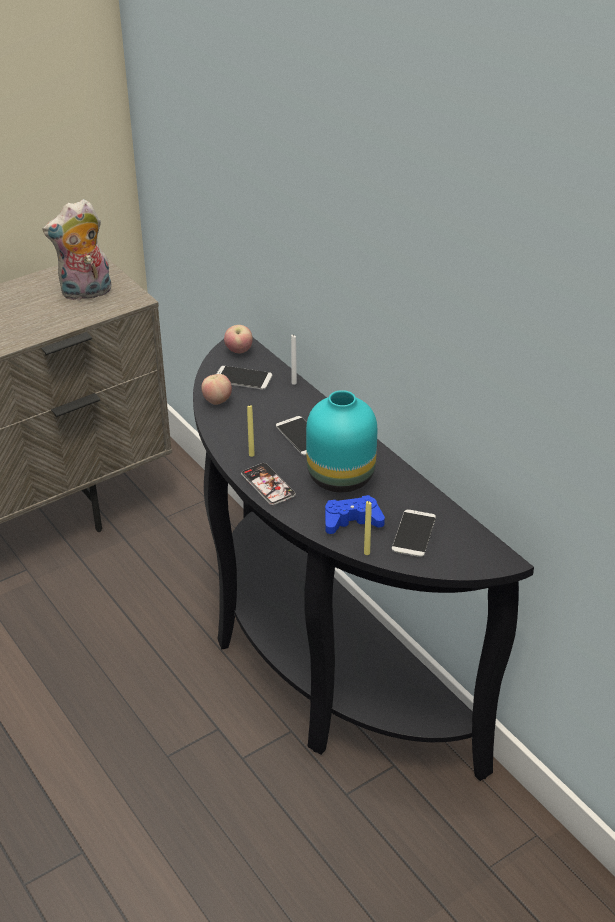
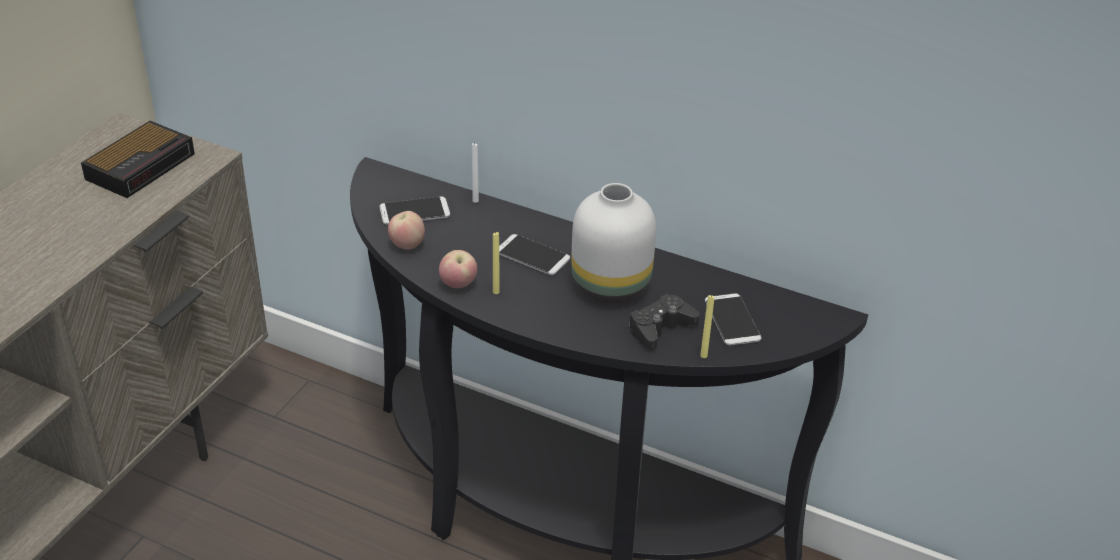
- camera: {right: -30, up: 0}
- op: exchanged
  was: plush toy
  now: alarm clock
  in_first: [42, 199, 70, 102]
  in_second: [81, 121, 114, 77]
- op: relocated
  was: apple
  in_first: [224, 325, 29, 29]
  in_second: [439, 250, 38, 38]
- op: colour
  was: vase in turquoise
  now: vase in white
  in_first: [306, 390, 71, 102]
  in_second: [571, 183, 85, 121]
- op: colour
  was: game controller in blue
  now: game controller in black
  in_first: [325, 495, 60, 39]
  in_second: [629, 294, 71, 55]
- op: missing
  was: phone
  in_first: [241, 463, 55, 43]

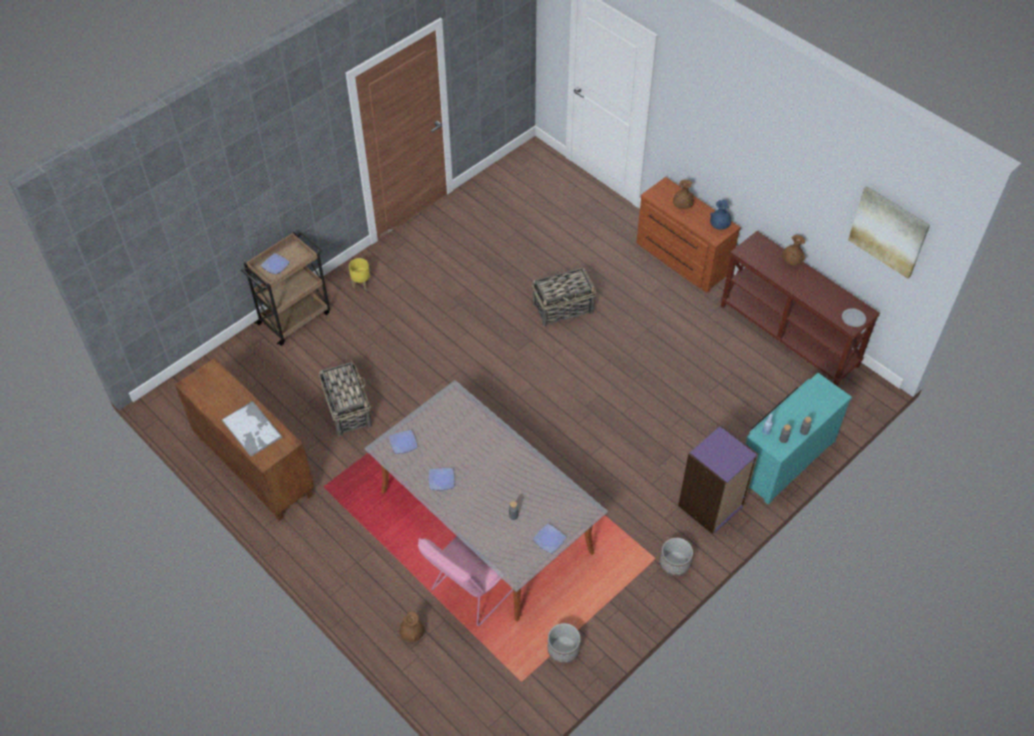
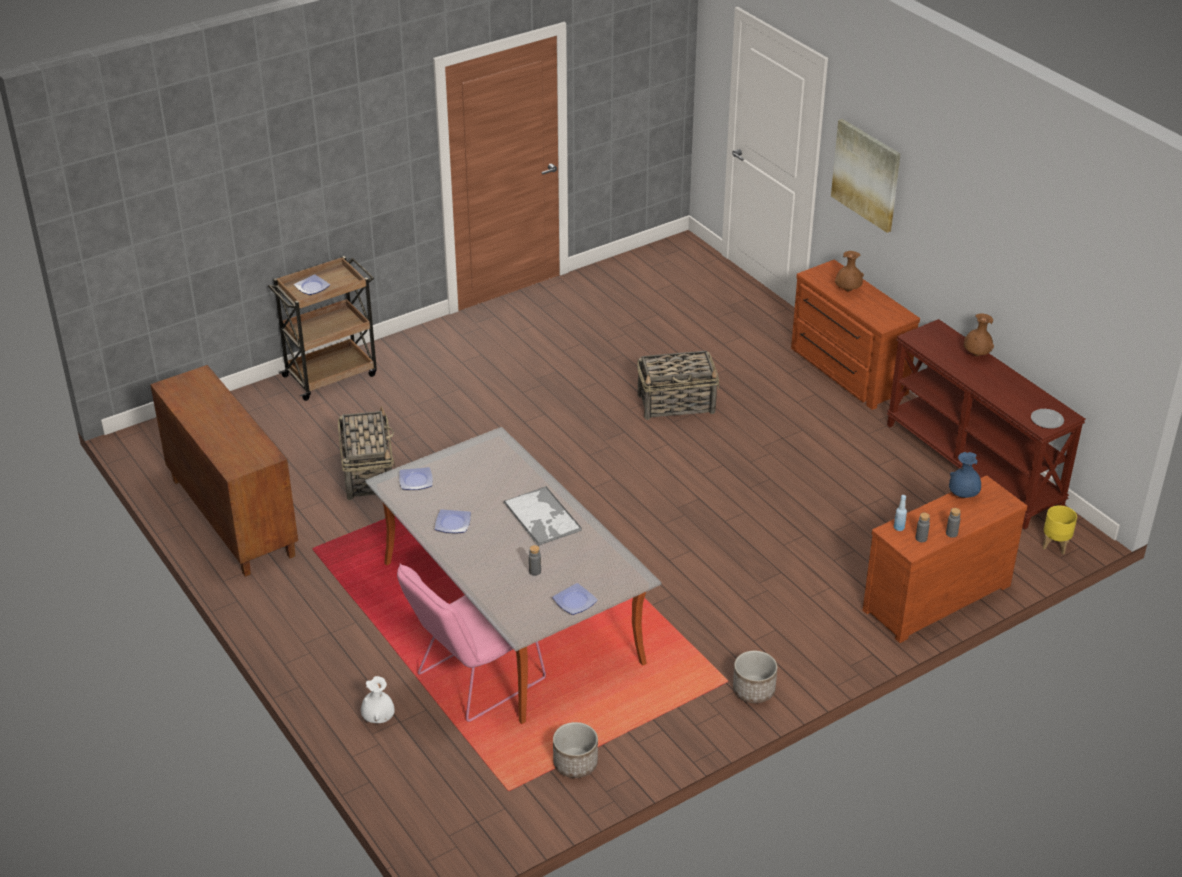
- camera: {right: 10, up: -15}
- op: colour
  was: vase in brown
  now: vase in white
  in_first: [399, 611, 25, 31]
  in_second: [361, 676, 34, 47]
- op: relocated
  was: tray
  in_first: [221, 401, 61, 55]
  in_second: [504, 486, 78, 60]
- op: relocated
  was: picture
  in_first: [848, 186, 82, 93]
  in_second: [831, 119, 70, 114]
- op: colour
  was: dresser in turquoise
  now: dresser in brown
  in_first: [746, 373, 106, 131]
  in_second: [863, 475, 164, 168]
- op: relocated
  was: vase in blue
  in_first: [710, 200, 21, 30]
  in_second: [949, 452, 32, 46]
- op: relocated
  was: planter in yellow
  in_first: [349, 258, 21, 32]
  in_second: [1042, 505, 35, 50]
- op: missing
  was: bookcase in purple
  in_first: [678, 425, 80, 109]

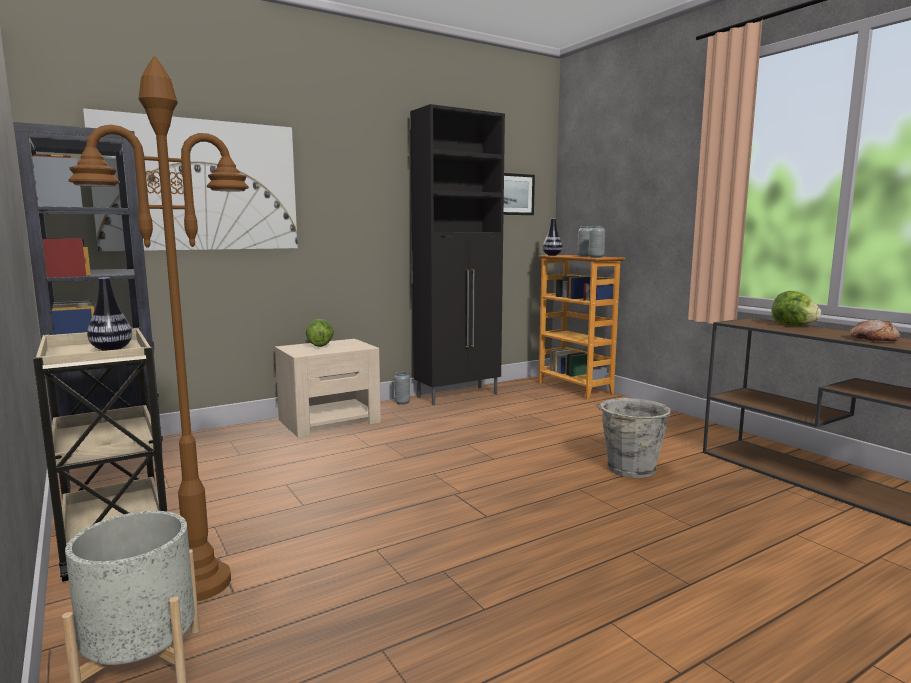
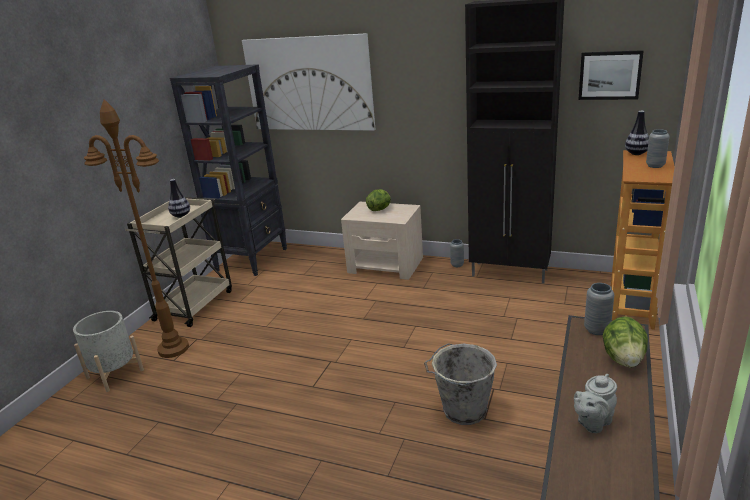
- camera: {right: 55, up: 15}
- op: exchanged
  was: bread
  now: teapot in grey
  in_first: [849, 319, 51, 22]
  in_second: [574, 374, 43, 59]
- op: relocated
  was: vase in grey
  in_first: [588, 226, 17, 32]
  in_second: [584, 283, 30, 52]

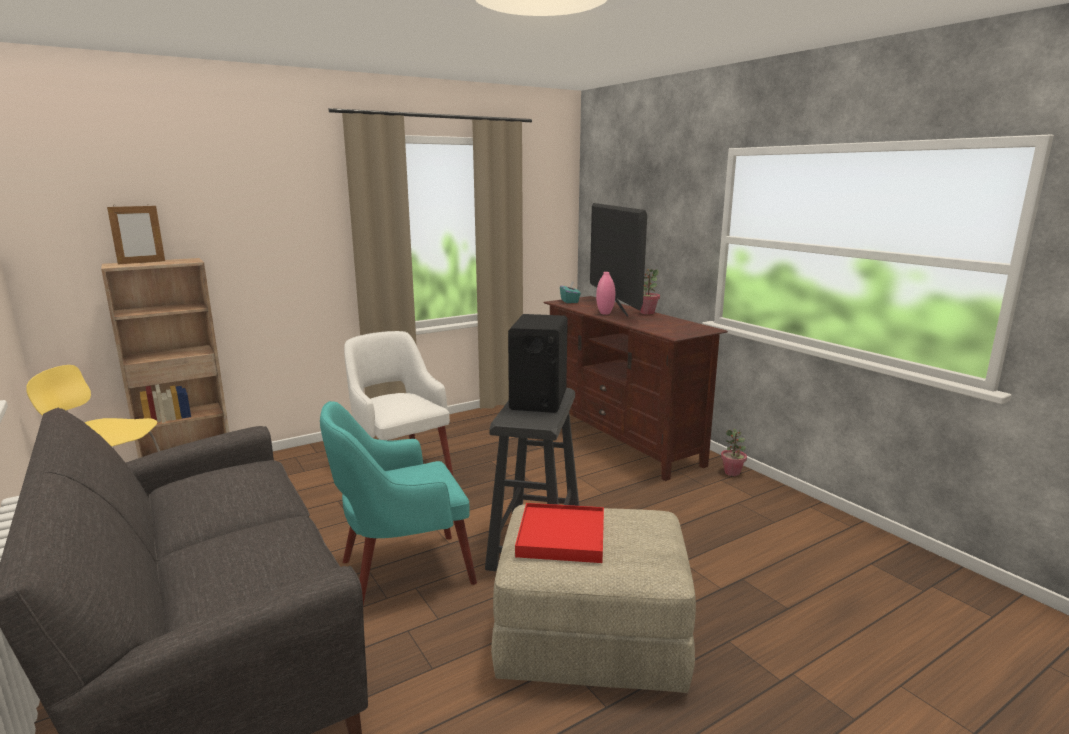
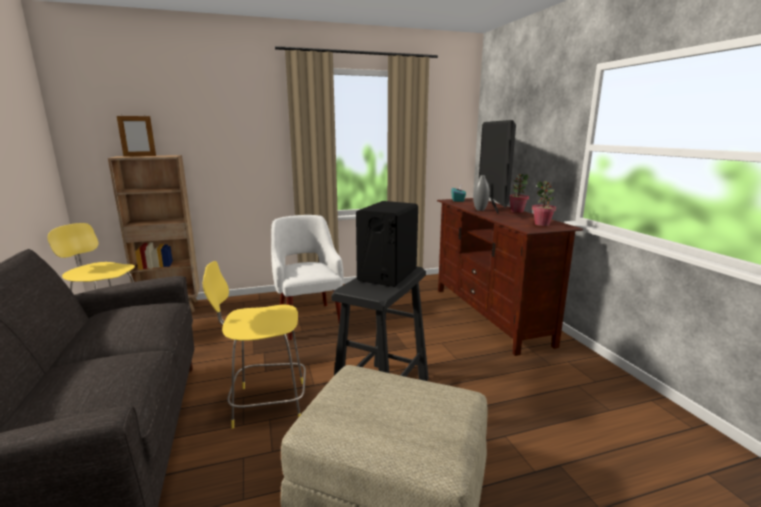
- camera: {right: 15, up: 0}
- op: exchanged
  was: armchair in turquoise
  now: stool in yellow
  in_first: [320, 401, 157, 204]
  in_second: [203, 261, 103, 168]
- op: colour
  was: vase in pink
  now: vase in grey
  in_first: [596, 272, 19, 43]
  in_second: [473, 175, 17, 36]
- op: relocated
  was: potted plant
  in_first: [721, 429, 26, 47]
  in_second: [532, 181, 24, 45]
- op: missing
  was: tray in red
  in_first: [515, 503, 89, 60]

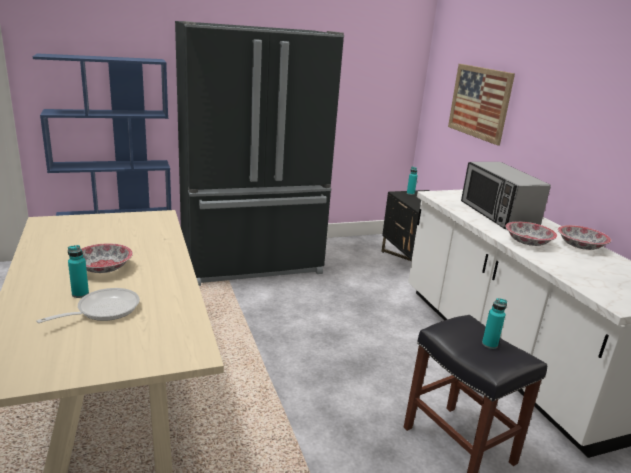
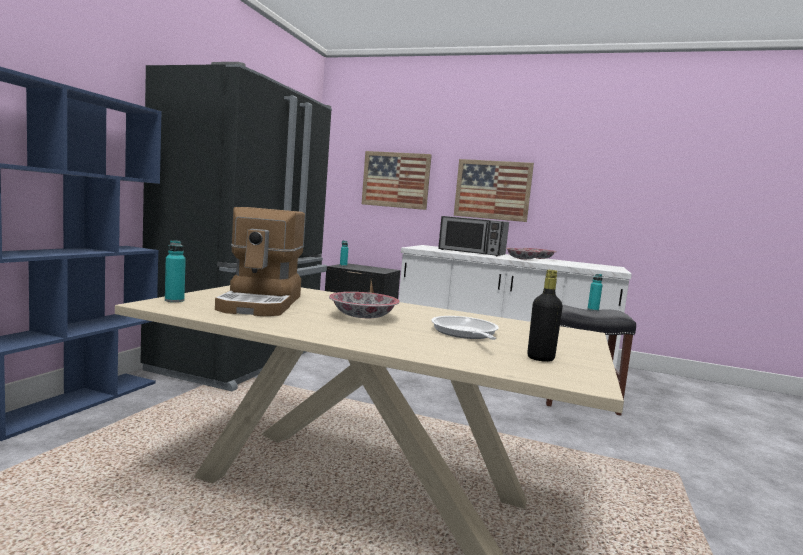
- camera: {right: -50, up: -15}
- op: relocated
  was: bottle in turquoise
  in_first: [68, 245, 21, 53]
  in_second: [165, 240, 21, 62]
- op: appeared
  now: coffee machine
  in_second: [215, 207, 90, 109]
- op: appeared
  now: picture
  in_second: [454, 159, 80, 63]
- op: appeared
  now: bottle in black
  in_second: [527, 270, 36, 92]

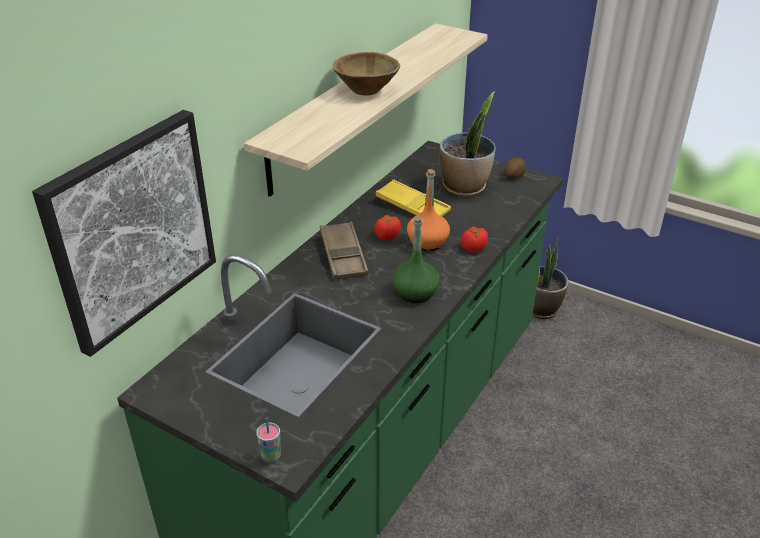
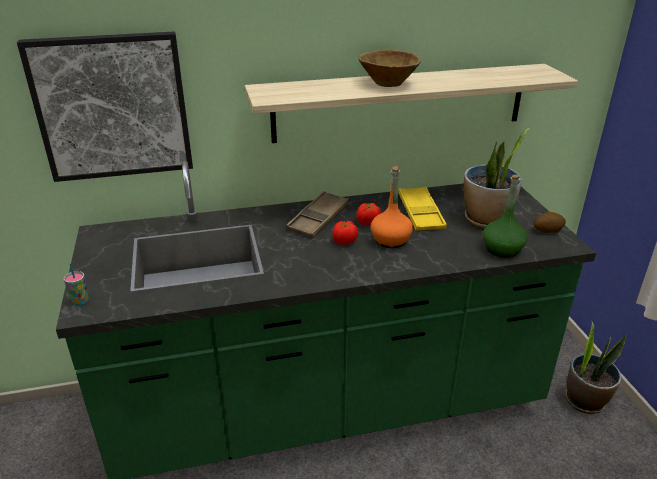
- camera: {right: 45, up: -5}
- op: relocated
  was: tomato
  in_first: [461, 226, 27, 27]
  in_second: [332, 221, 26, 24]
- op: relocated
  was: bottle in green
  in_first: [393, 216, 47, 87]
  in_second: [483, 174, 44, 84]

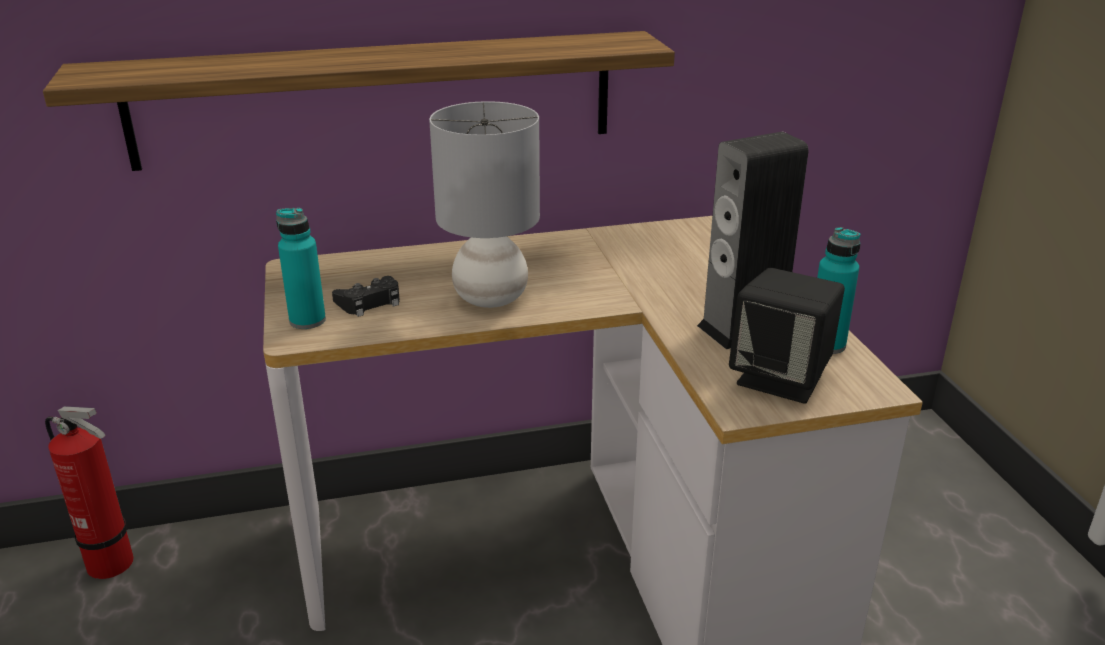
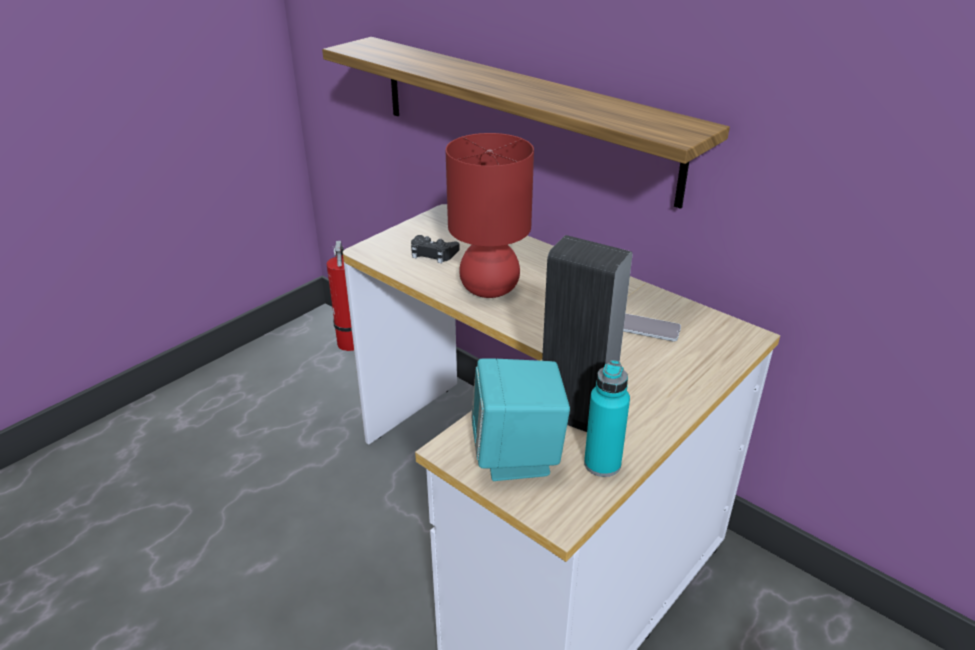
- camera: {right: 55, up: 5}
- op: colour
  was: table lamp in grey
  now: table lamp in red
  in_first: [429, 101, 111, 207]
  in_second: [445, 133, 89, 165]
- op: colour
  was: speaker in black
  now: speaker in turquoise
  in_first: [729, 268, 116, 136]
  in_second: [471, 359, 99, 122]
- op: appeared
  now: phone
  in_second: [623, 314, 58, 27]
- op: missing
  was: bottle in turquoise
  in_first: [276, 208, 50, 121]

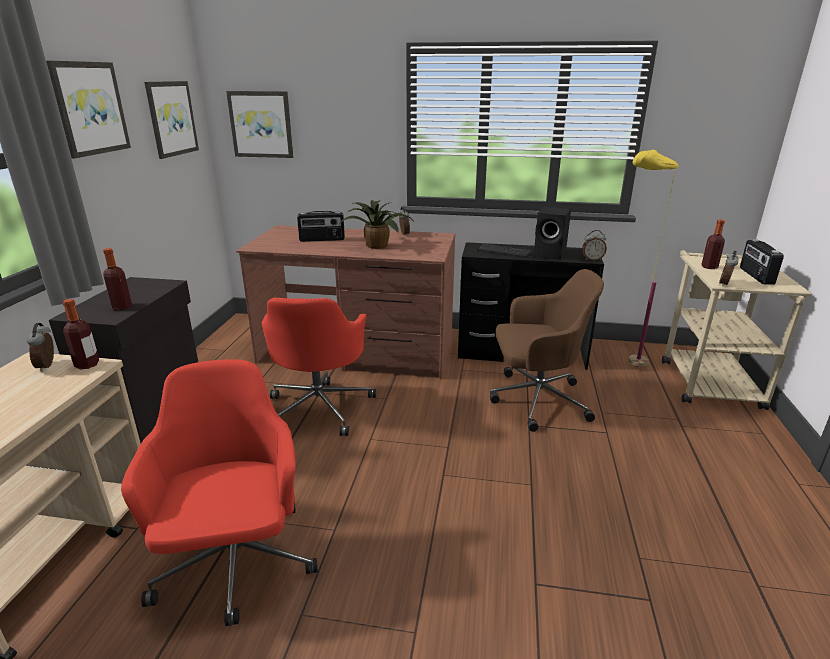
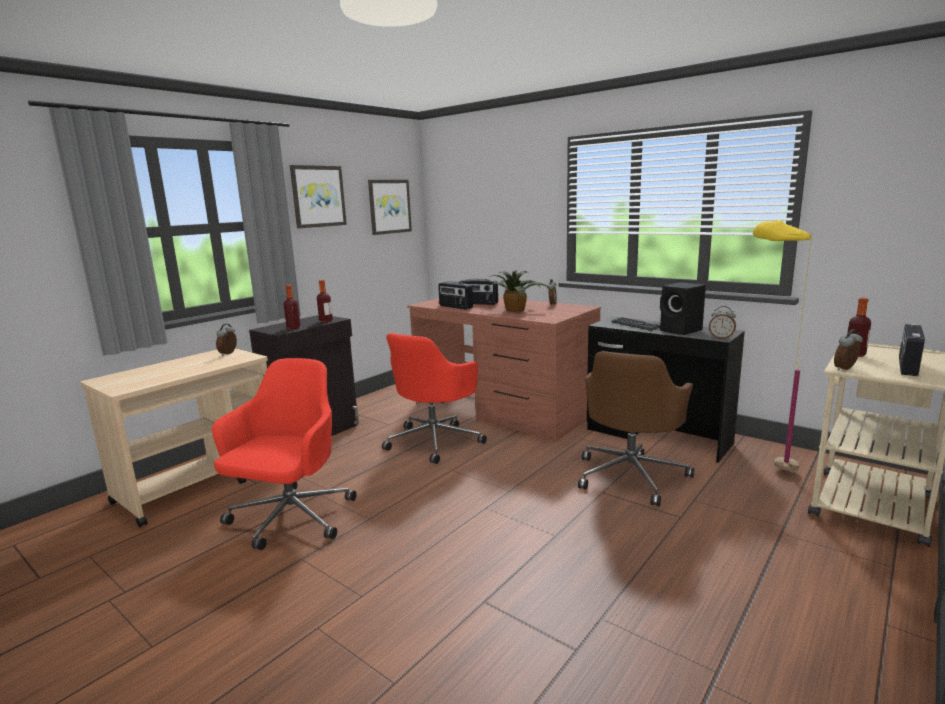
- camera: {right: 30, up: -10}
- op: relocated
  was: bottle
  in_first: [63, 299, 36, 70]
  in_second: [317, 280, 16, 42]
- op: appeared
  now: radio
  in_second: [438, 281, 35, 29]
- op: spun
  was: office chair in brown
  in_first: [490, 269, 114, 163]
  in_second: [578, 351, 116, 155]
  clockwise: 90
- op: missing
  was: picture
  in_first: [226, 91, 68, 67]

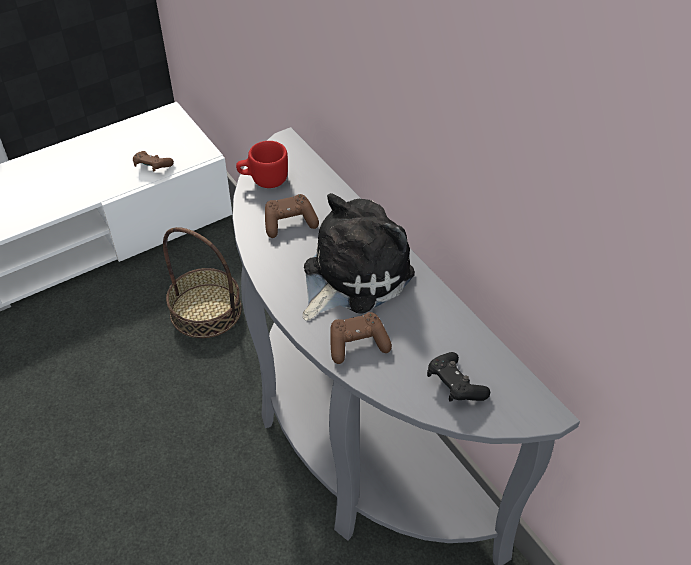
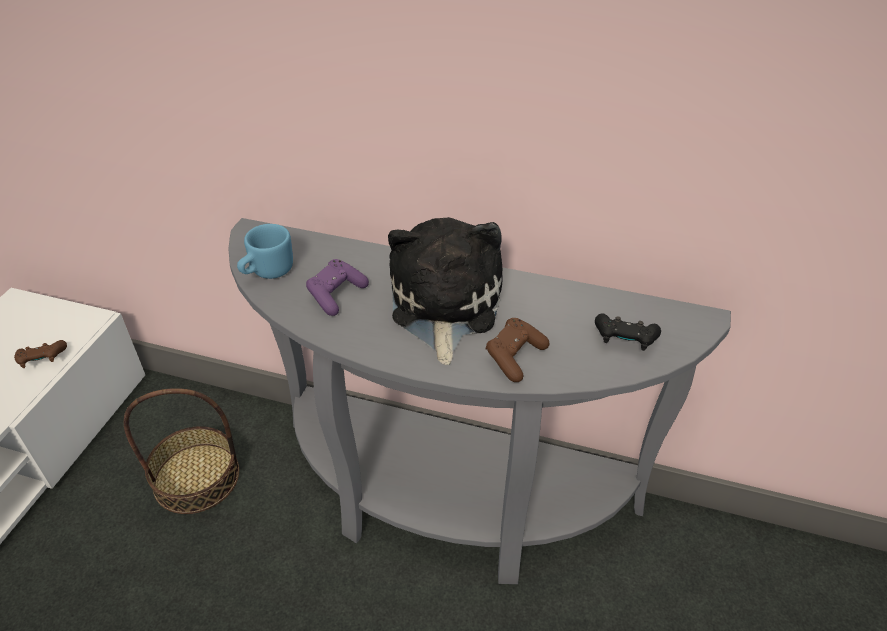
- camera: {right: -40, up: -5}
- op: colour
  was: mug in red
  now: mug in blue
  in_first: [236, 141, 52, 47]
  in_second: [237, 224, 56, 55]
- op: colour
  was: game controller in brown
  now: game controller in purple
  in_first: [265, 194, 54, 44]
  in_second: [306, 259, 63, 57]

